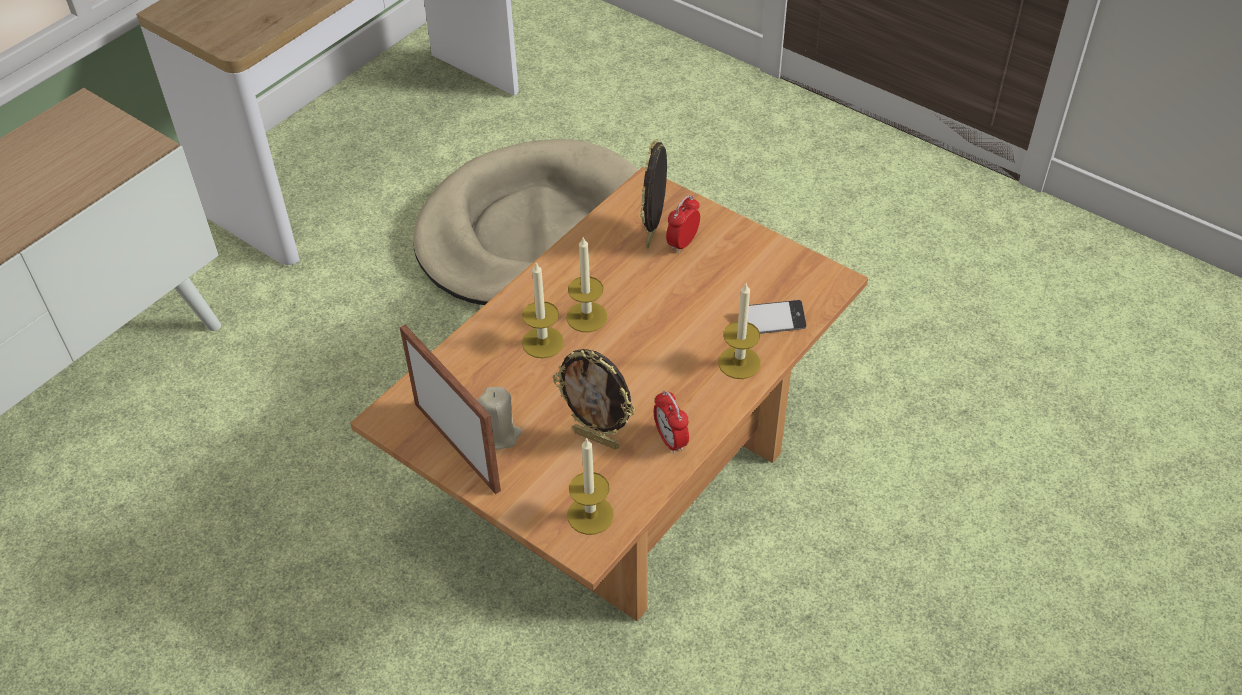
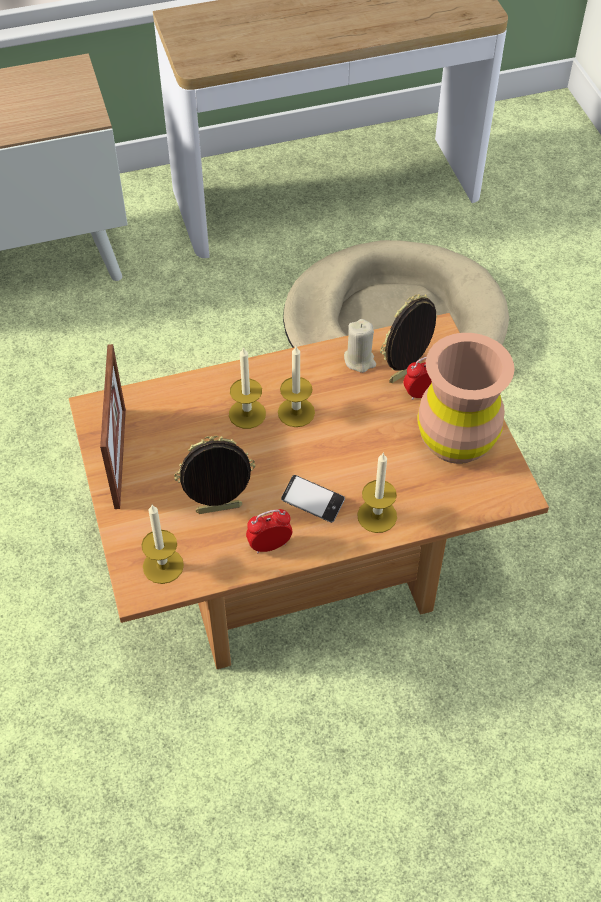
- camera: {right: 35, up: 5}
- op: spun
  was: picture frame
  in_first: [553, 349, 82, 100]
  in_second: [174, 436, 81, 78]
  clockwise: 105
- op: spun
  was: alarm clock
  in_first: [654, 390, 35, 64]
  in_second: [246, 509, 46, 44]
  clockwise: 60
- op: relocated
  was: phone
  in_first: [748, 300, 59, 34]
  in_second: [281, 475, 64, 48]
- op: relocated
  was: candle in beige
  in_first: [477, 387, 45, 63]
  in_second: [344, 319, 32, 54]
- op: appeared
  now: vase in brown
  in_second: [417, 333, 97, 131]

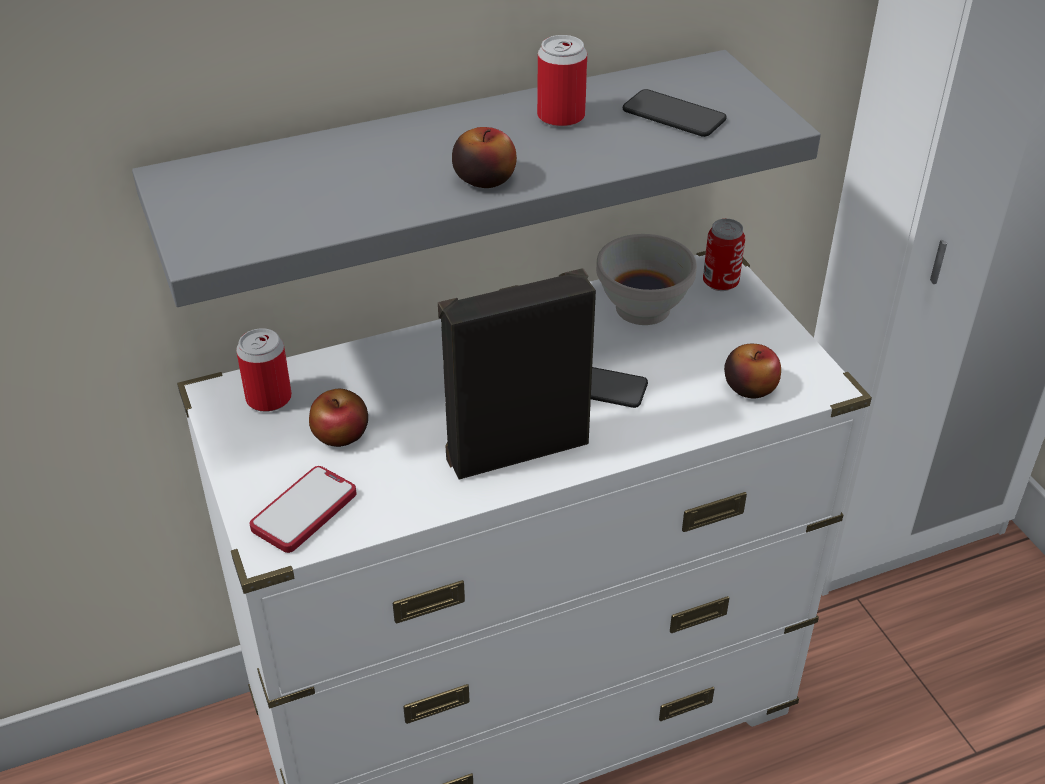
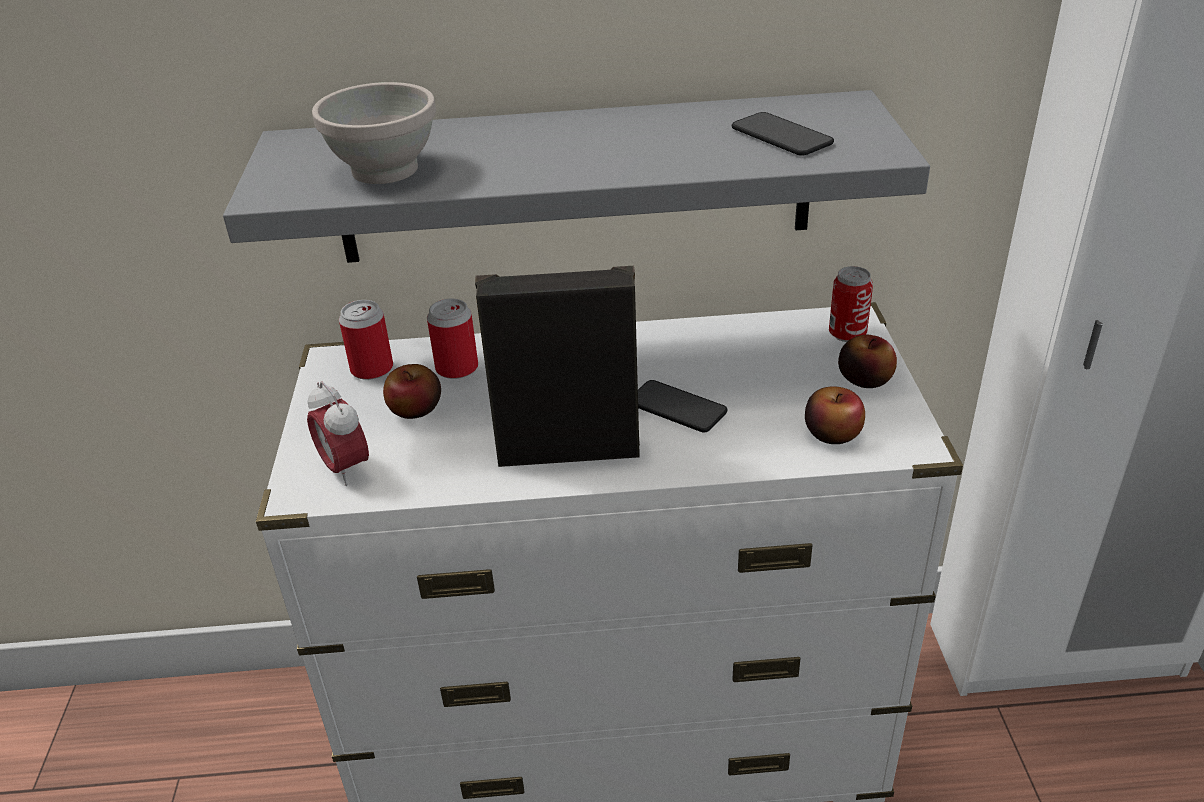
- camera: {right: 20, up: -5}
- op: exchanged
  was: phone
  now: alarm clock
  in_first: [250, 466, 106, 87]
  in_second: [307, 381, 62, 105]
- op: relocated
  was: bowl in white
  in_first: [596, 234, 101, 91]
  in_second: [312, 82, 124, 102]
- op: relocated
  was: can
  in_first: [537, 35, 50, 92]
  in_second: [427, 299, 51, 80]
- op: relocated
  was: apple
  in_first: [452, 127, 65, 61]
  in_second: [838, 335, 59, 53]

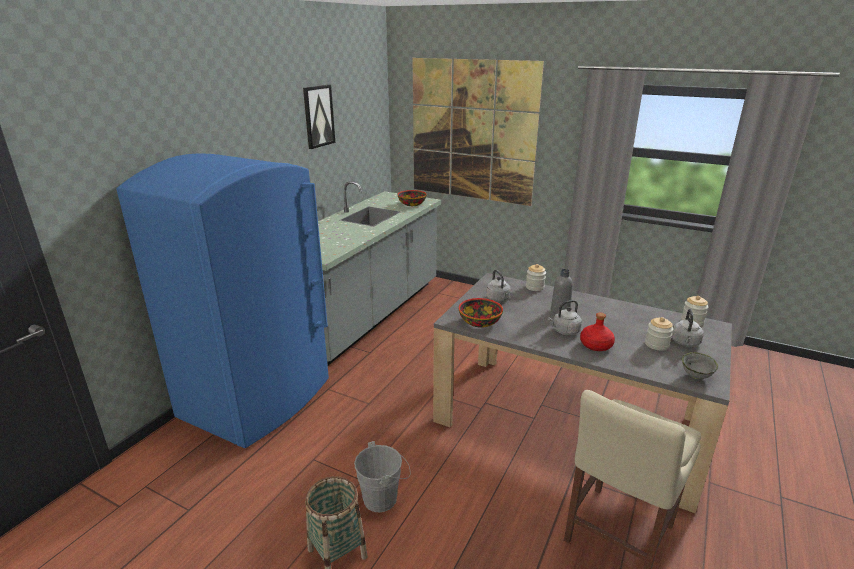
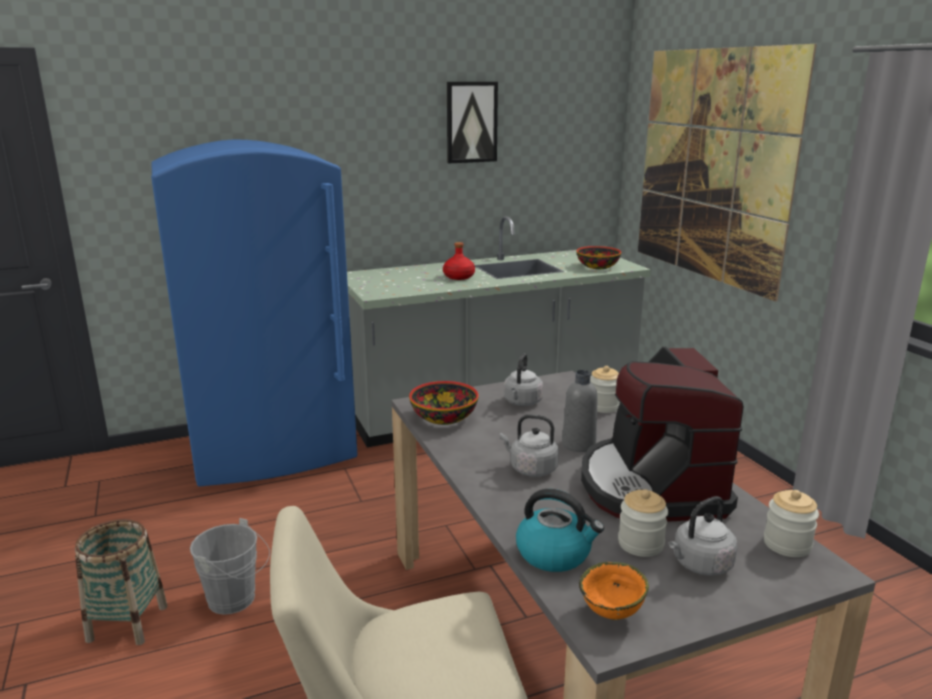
- camera: {right: 40, up: -5}
- op: relocated
  was: bottle in red
  in_first: [580, 312, 35, 39]
  in_second: [443, 242, 32, 38]
- op: appeared
  now: kettle
  in_second: [516, 489, 88, 83]
- op: colour
  was: bowl in grey
  now: bowl in orange
  in_first: [682, 352, 36, 27]
  in_second: [579, 562, 70, 58]
- op: appeared
  now: coffee machine
  in_second: [581, 347, 163, 175]

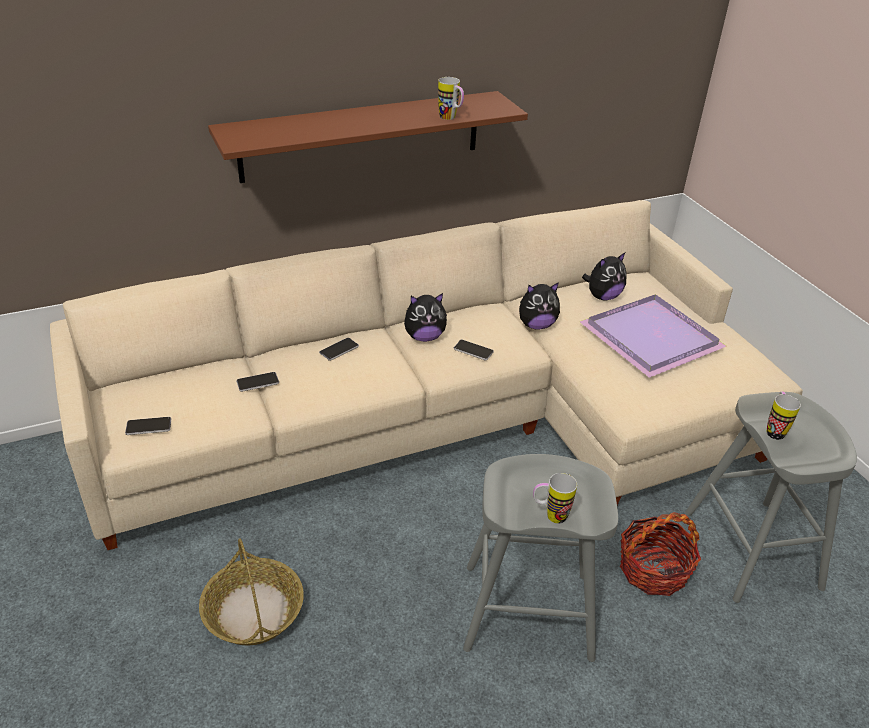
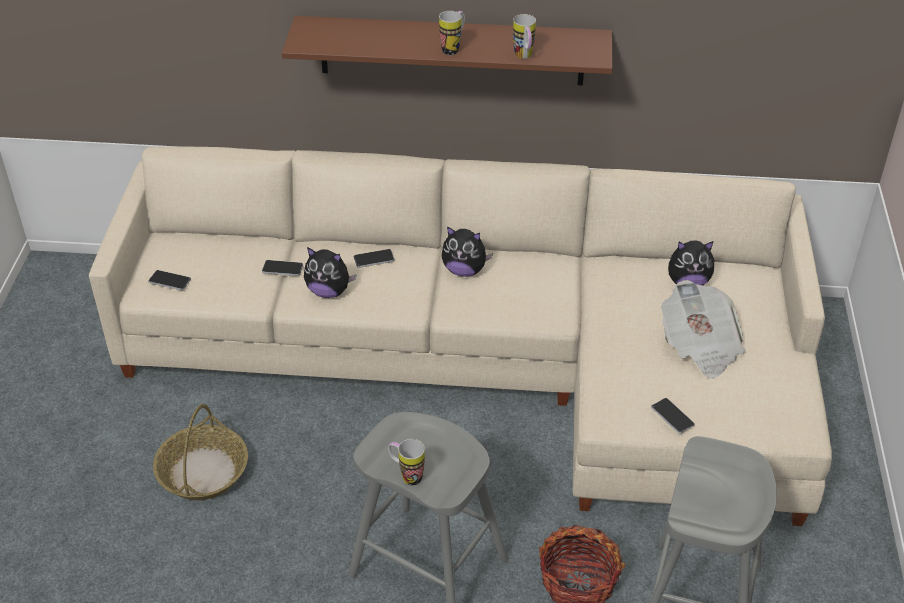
- camera: {right: 30, up: 5}
- op: relocated
  was: plush toy
  in_first: [519, 282, 41, 48]
  in_second: [304, 247, 53, 51]
- op: relocated
  was: mug
  in_first: [767, 392, 34, 48]
  in_second: [439, 11, 26, 44]
- op: relocated
  was: phone
  in_first: [454, 340, 40, 20]
  in_second: [651, 398, 44, 35]
- op: exchanged
  was: tray in purple
  now: newspaper
  in_first: [580, 294, 147, 84]
  in_second: [661, 280, 85, 99]

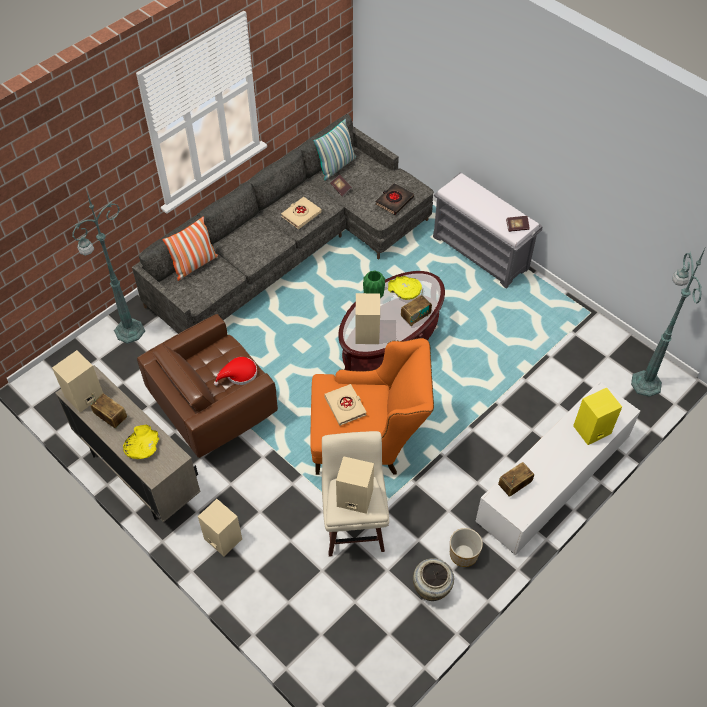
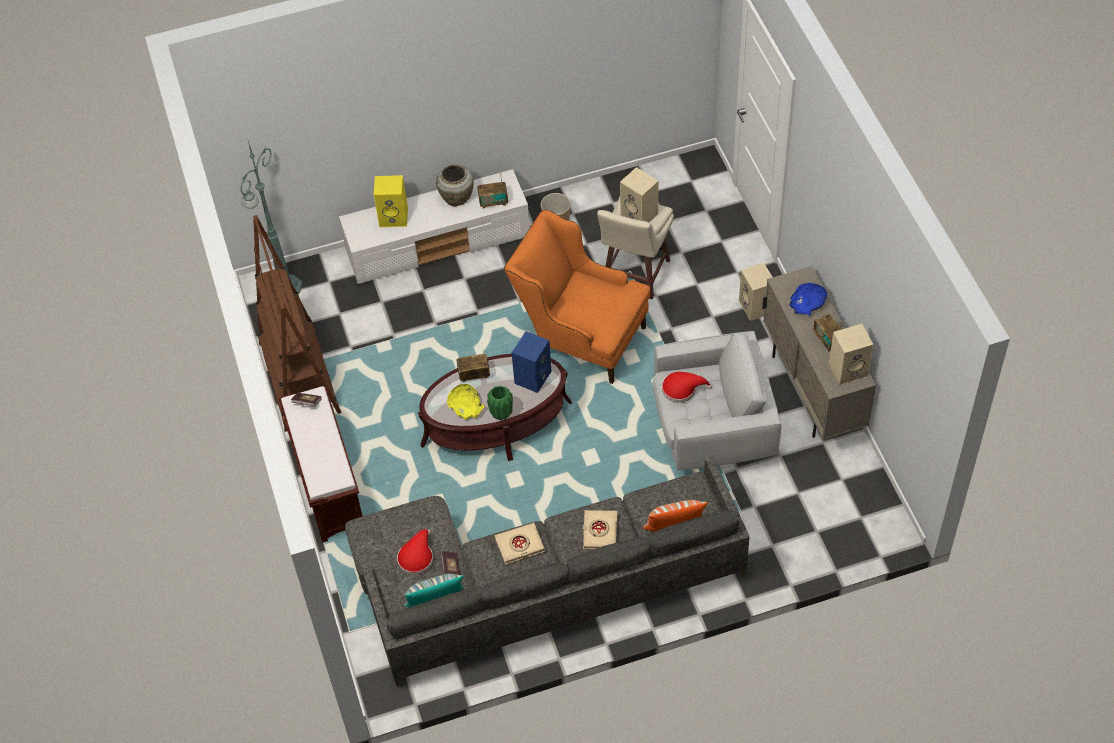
- camera: {right: -150, up: 0}
- op: appeared
  now: bookcase in brown
  in_second: [253, 215, 88, 217]
- op: colour
  was: bench in grey
  now: bench in brown
  in_first: [433, 172, 110, 117]
  in_second: [278, 386, 84, 157]
- op: appeared
  now: hat in red
  in_second: [397, 529, 36, 46]
- op: relocated
  was: vase in beige
  in_first: [413, 558, 41, 43]
  in_second: [436, 164, 38, 42]
- op: colour
  was: speaker in beige
  now: speaker in blue
  in_first: [355, 293, 25, 51]
  in_second: [512, 331, 40, 62]
- op: relocated
  was: book in beige
  in_first: [324, 384, 43, 42]
  in_second: [583, 510, 34, 39]
- op: colour
  was: armchair in brown
  now: armchair in white
  in_first: [137, 314, 141, 144]
  in_second: [653, 331, 128, 139]
- op: colour
  was: bowl in yellow
  now: bowl in blue
  in_first: [123, 425, 36, 34]
  in_second: [790, 283, 37, 32]
- op: missing
  was: floor lamp in green
  in_first: [72, 193, 73, 151]
- op: missing
  was: book in black
  in_first: [375, 183, 39, 32]

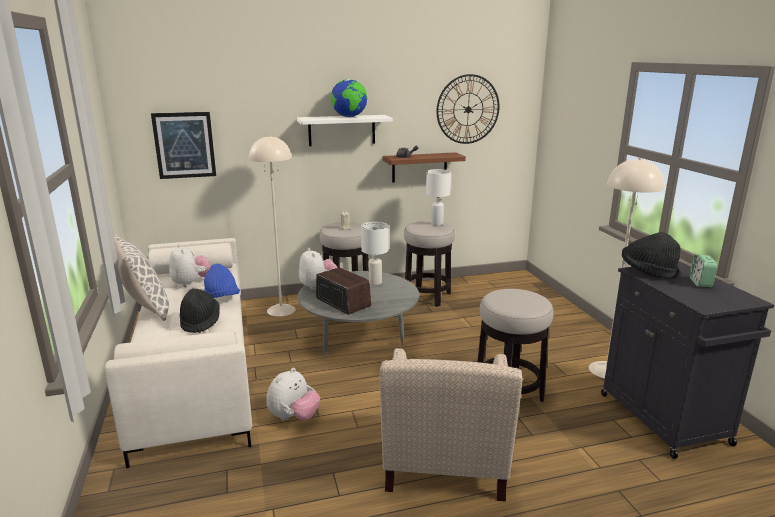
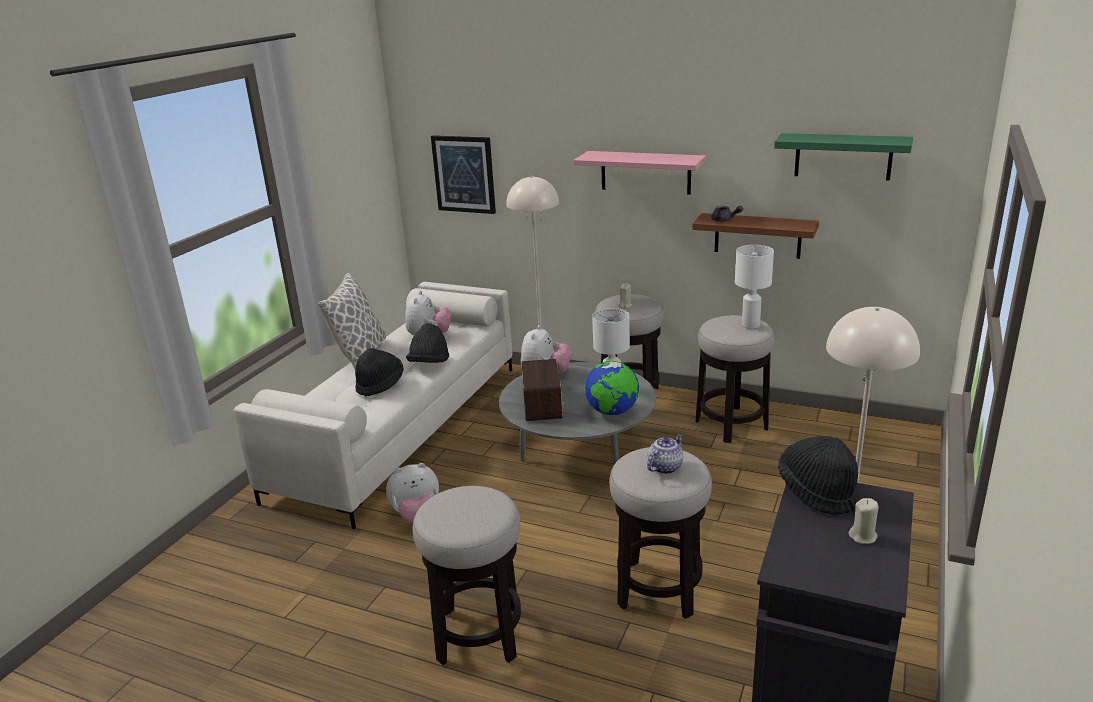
- camera: {right: 40, up: 5}
- op: colour
  was: hat in blue
  now: hat in black
  in_first: [204, 264, 36, 34]
  in_second: [406, 323, 43, 40]
- op: exchanged
  was: armchair in beige
  now: stool
  in_first: [380, 348, 142, 154]
  in_second: [413, 486, 108, 179]
- op: colour
  was: shelf in white
  now: shelf in pink
  in_first: [297, 115, 96, 31]
  in_second: [573, 151, 133, 44]
- op: relocated
  was: globe
  in_first: [331, 79, 36, 38]
  in_second: [584, 361, 55, 54]
- op: appeared
  now: teapot
  in_second: [647, 434, 36, 40]
- op: exchanged
  was: wall clock
  now: shelf in green
  in_first: [436, 74, 63, 70]
  in_second: [774, 133, 139, 48]
- op: exchanged
  was: alarm clock
  now: candle in beige
  in_first: [690, 254, 28, 34]
  in_second: [849, 498, 30, 46]

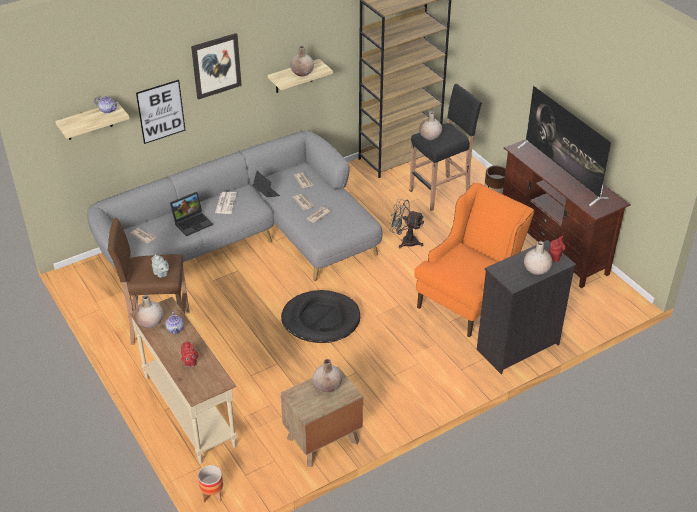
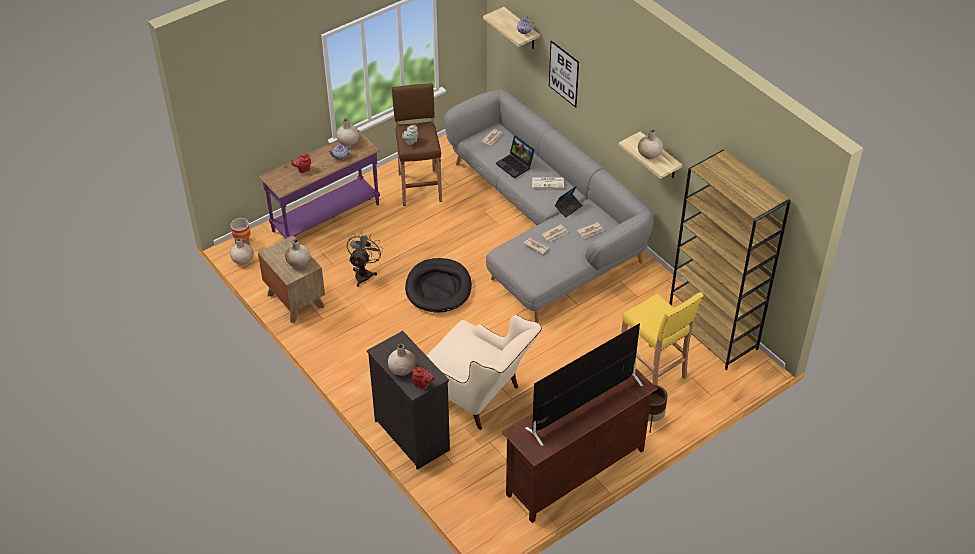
- camera: {right: 85, up: 5}
- op: relocated
  was: vase in beige
  in_first: [419, 111, 23, 29]
  in_second: [230, 238, 24, 27]
- op: colour
  was: console table in beige
  now: console table in purple
  in_first: [130, 297, 107, 167]
  in_second: [259, 130, 122, 109]
- op: relocated
  was: fan in grey
  in_first: [389, 199, 35, 50]
  in_second: [347, 231, 36, 56]
- op: colour
  was: armchair in orange
  now: armchair in beige
  in_first: [414, 183, 121, 154]
  in_second: [426, 315, 116, 115]
- op: colour
  was: stool in black
  now: stool in yellow
  in_first: [409, 84, 73, 127]
  in_second: [621, 292, 83, 93]
- op: missing
  was: picture
  in_first: [191, 33, 51, 67]

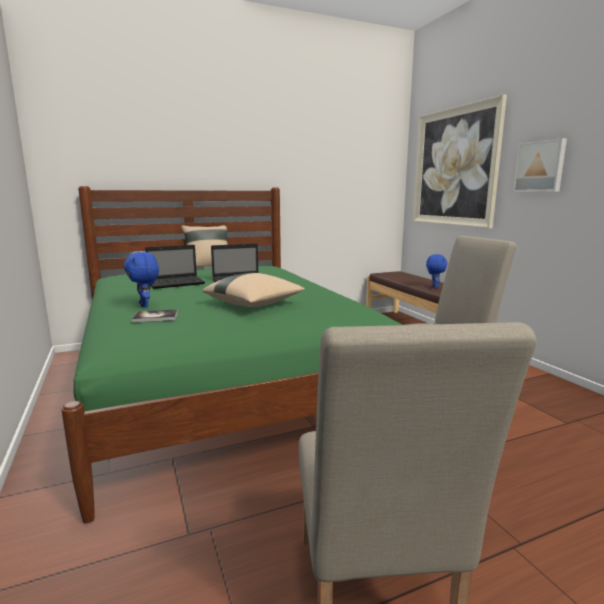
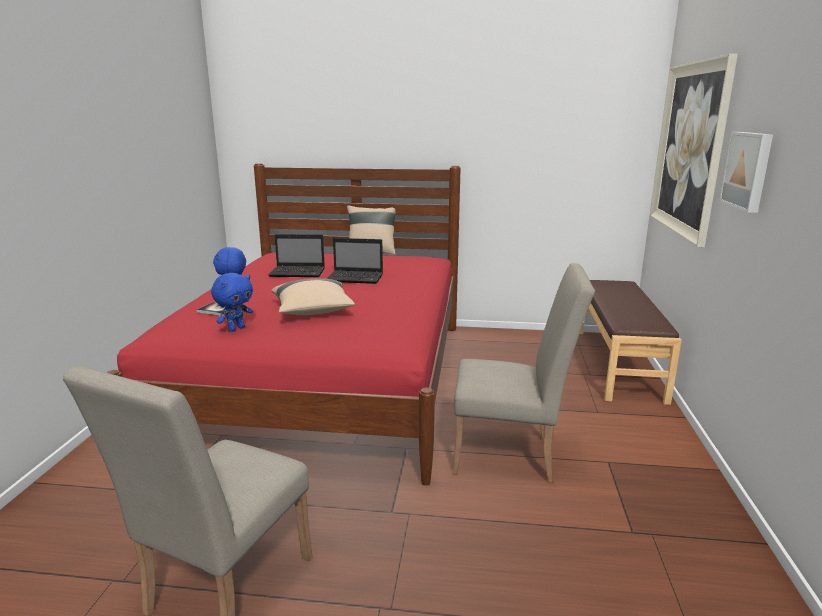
- camera: {right: 30, up: 5}
- op: colour
  was: bed in green
  now: bed in red
  in_first: [61, 186, 341, 338]
  in_second: [107, 163, 354, 322]
- op: relocated
  was: plush toy in blue
  in_first: [426, 254, 22, 35]
  in_second: [211, 273, 42, 59]

